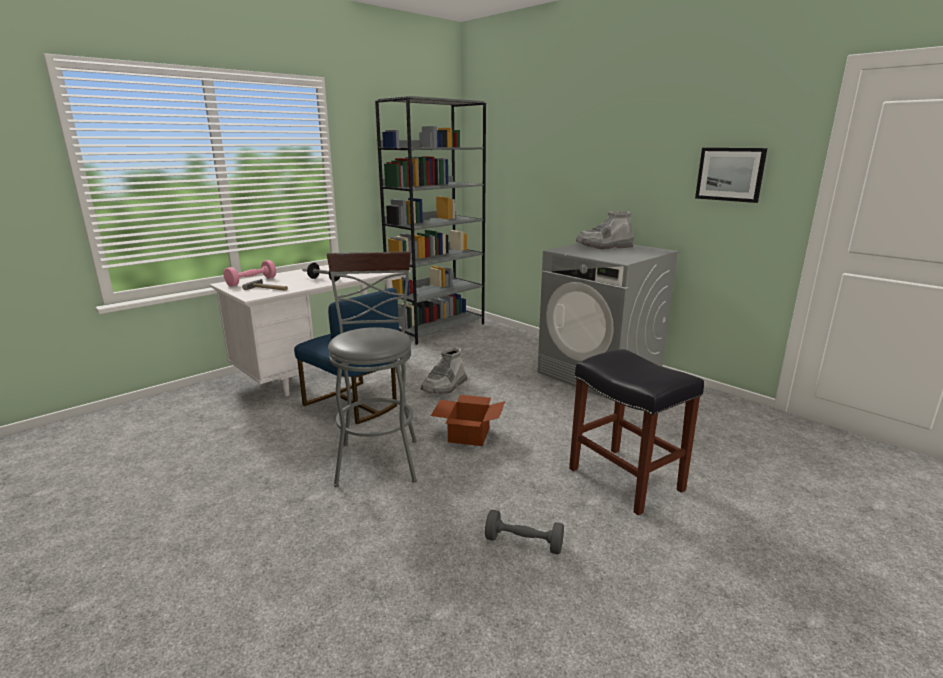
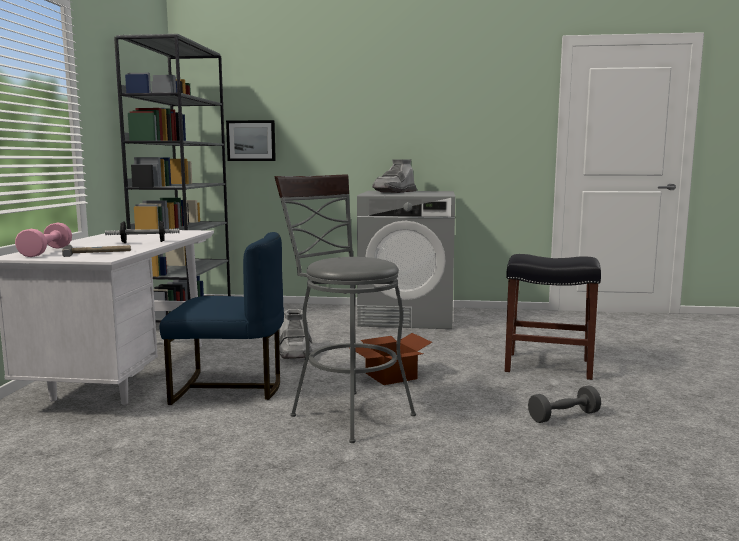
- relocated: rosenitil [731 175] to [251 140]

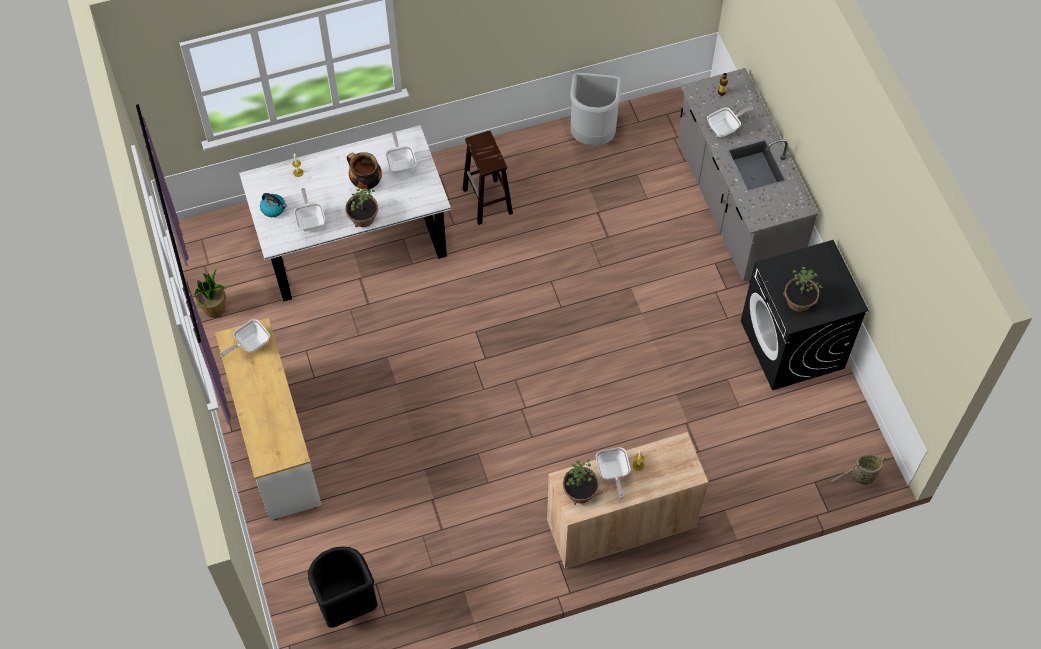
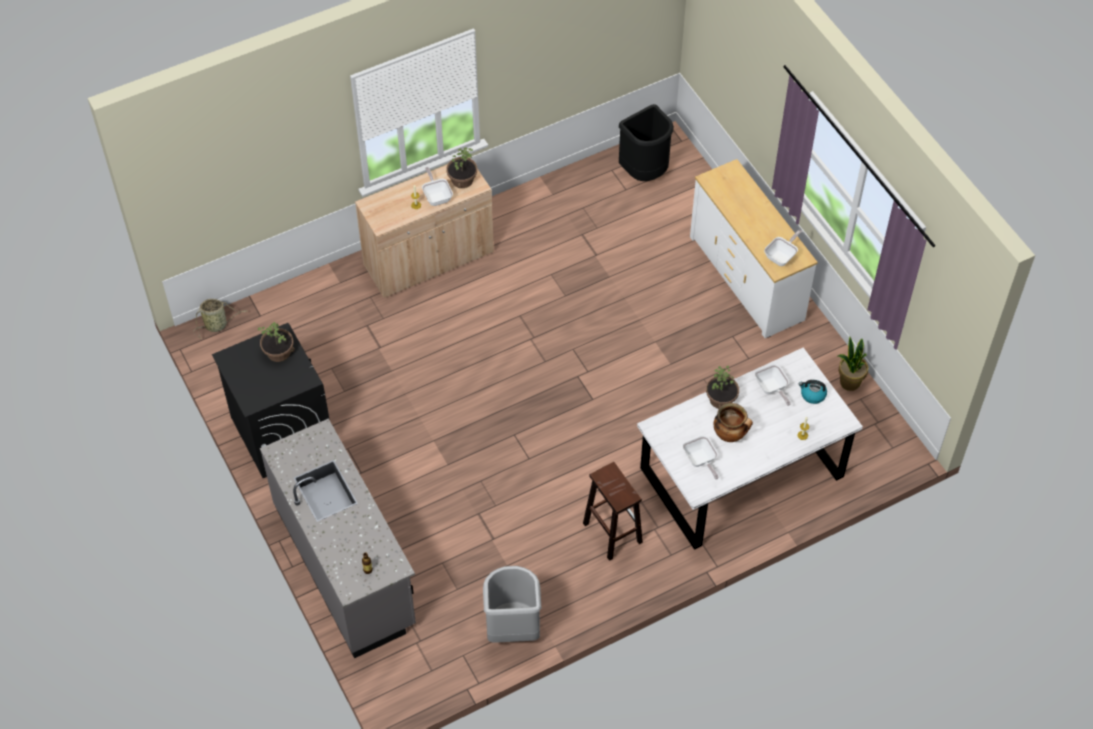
- missing: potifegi [730 121]

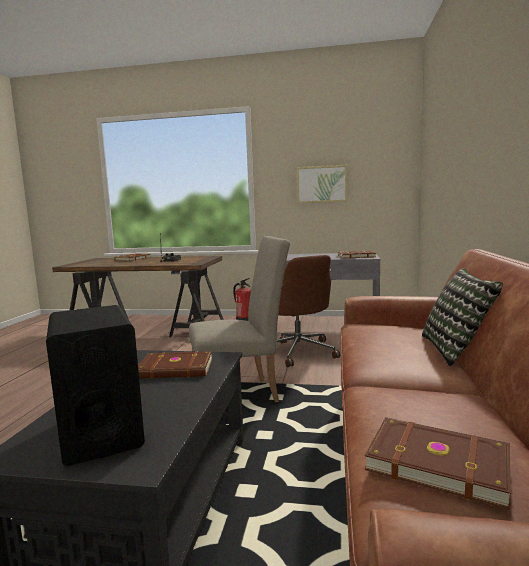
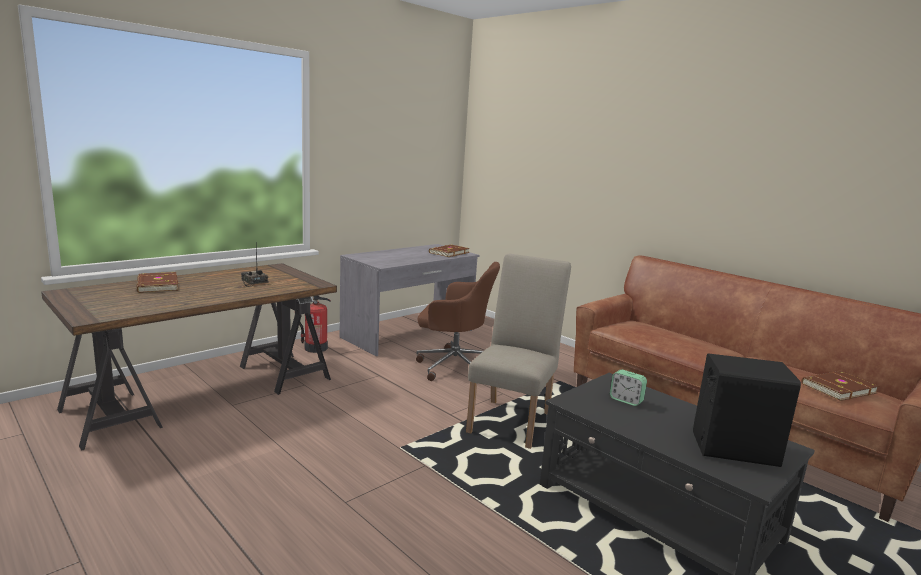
- missing: rosenitil [321 184]
- missing: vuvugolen [462 317]
- exchanged: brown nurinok [175 365] to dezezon [628 387]

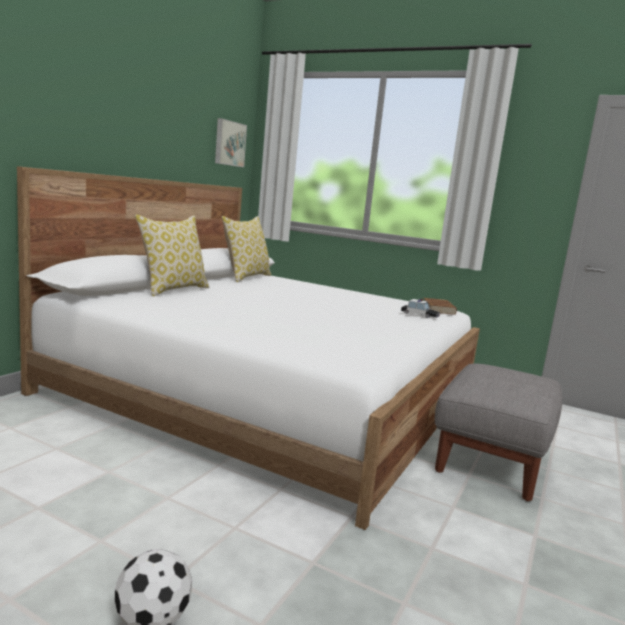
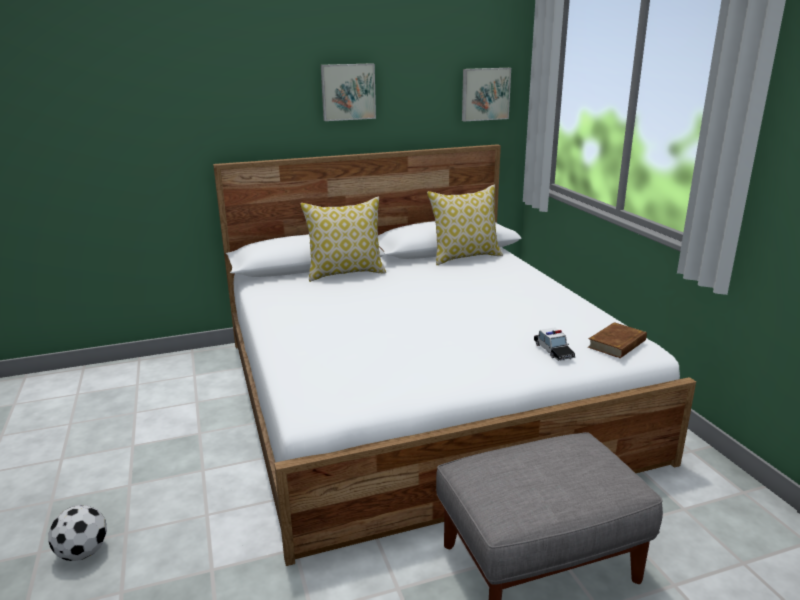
- appeared: rosenitil [348 92]

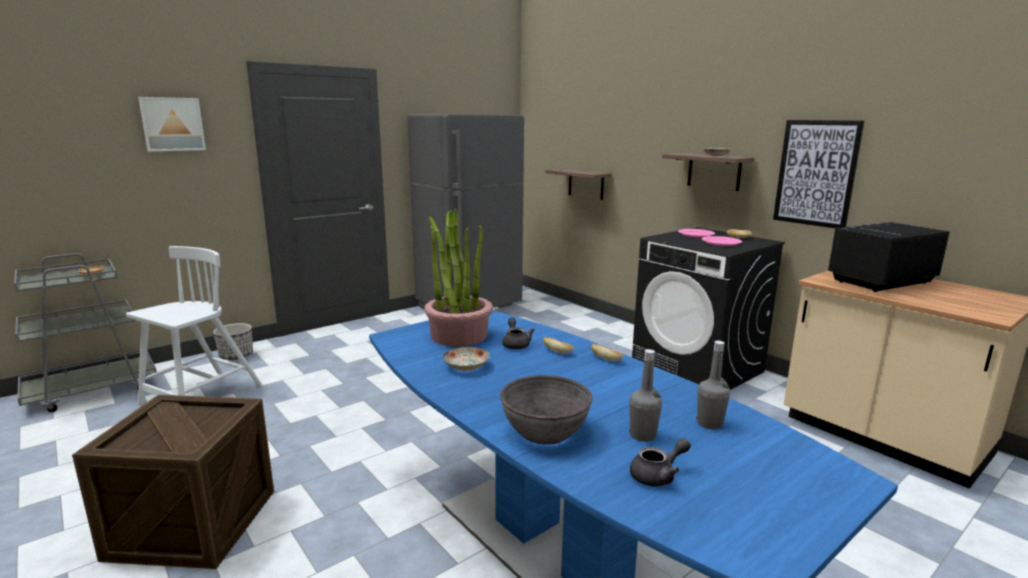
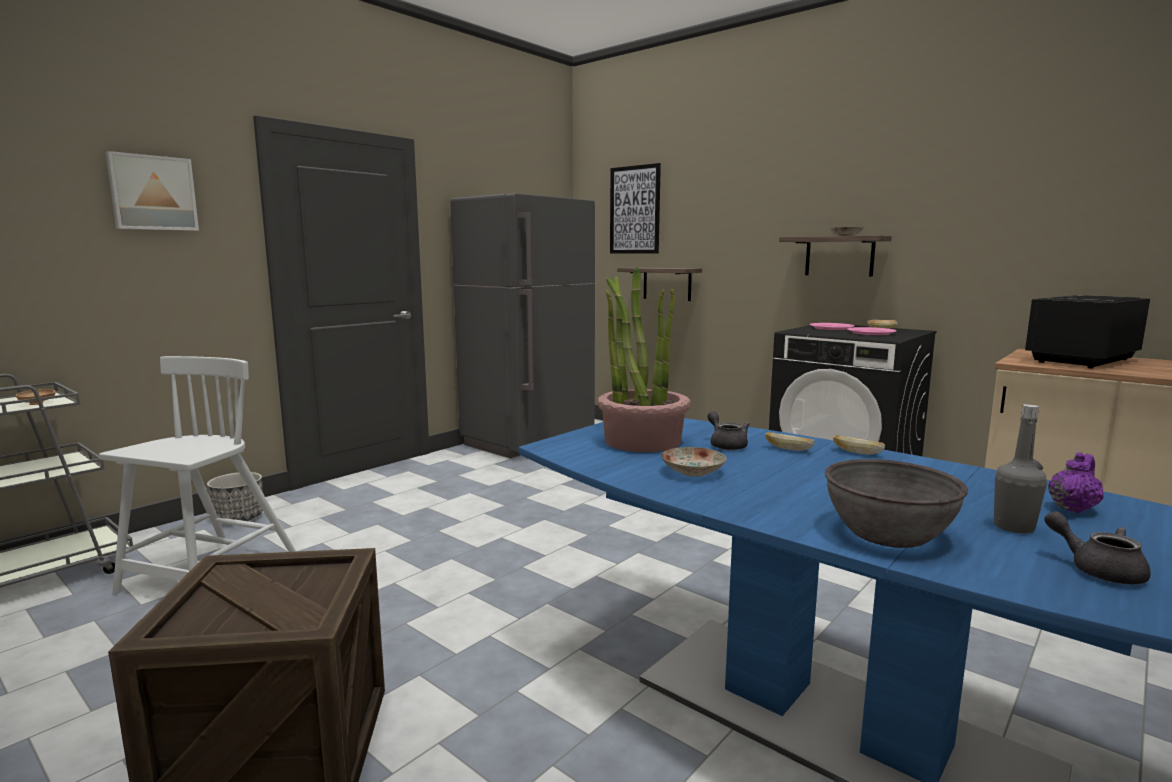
- relocated: rosenitil [818 174] to [635 208]
- exchanged: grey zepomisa [713 385] to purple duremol [1076 482]
- spun: grey duremol [660 462] = [1097 548] 90 degrees counterclockwise

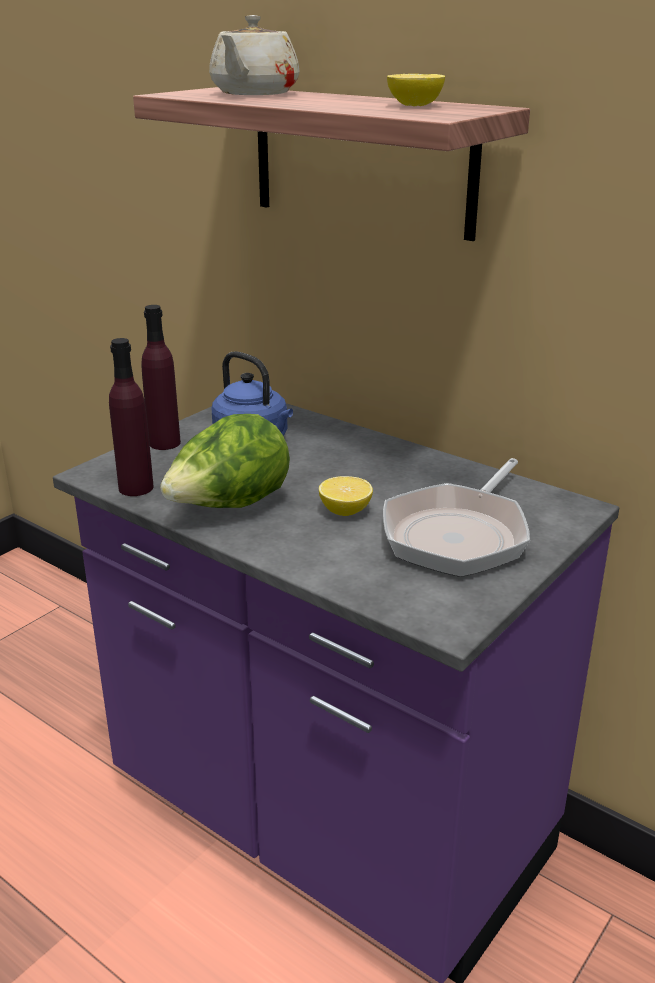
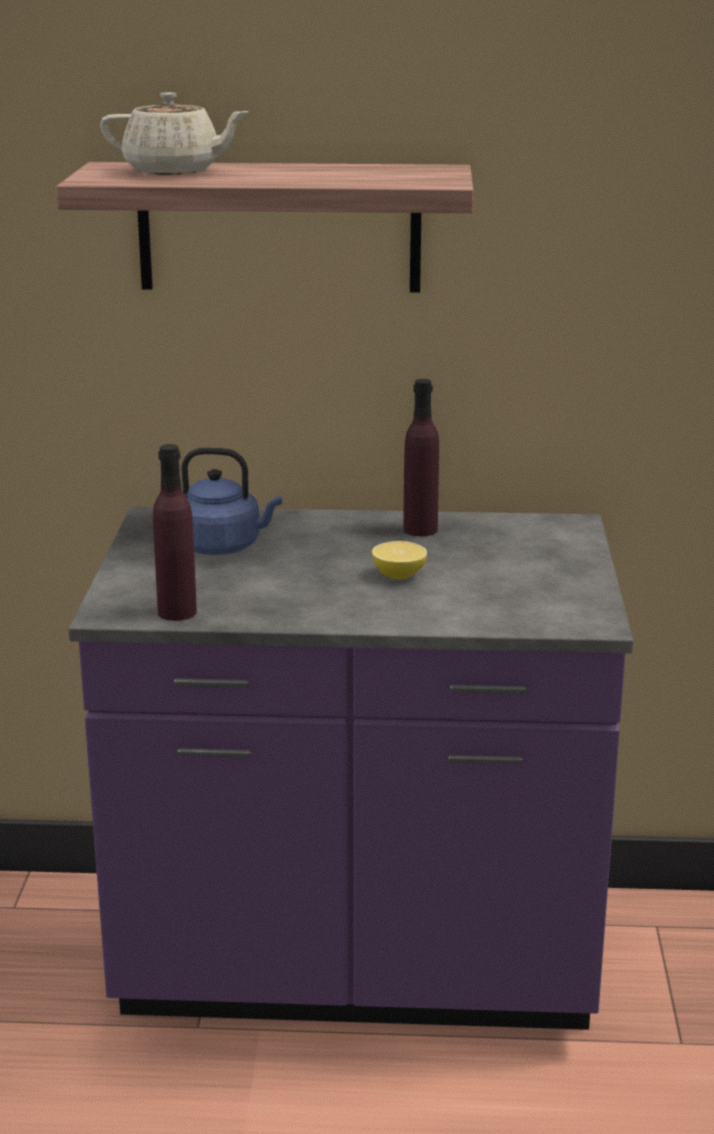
- missing: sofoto [225 461]
- missing: potifegi [456 517]
- missing: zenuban [416 90]
- relocated: purple zepomisa [161 377] to [421 457]
- spun: beige duremol [254 55] = [175 133] 60 degrees counterclockwise

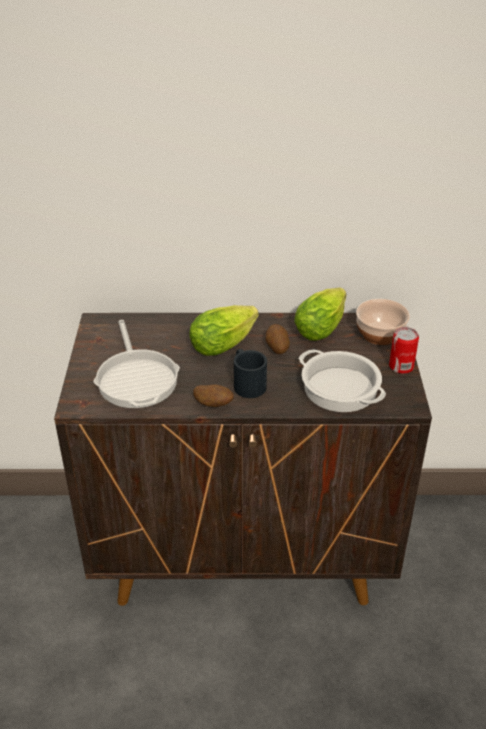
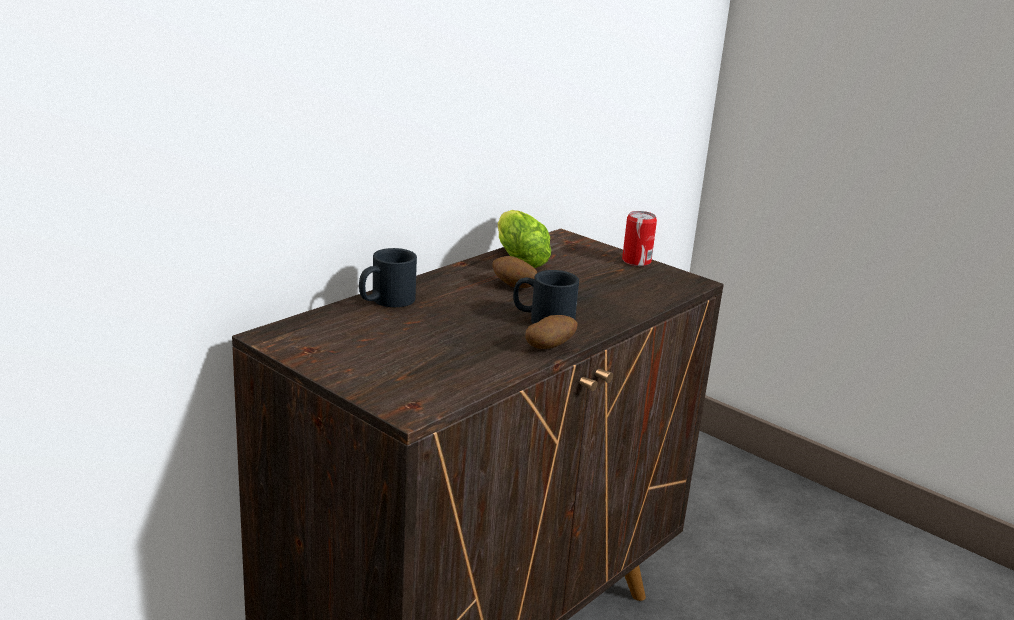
- missing: potifegi [137 364]
- missing: sofoto [224 330]
- missing: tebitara [342 380]
- missing: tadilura [383 322]
- appeared: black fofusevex [388 277]

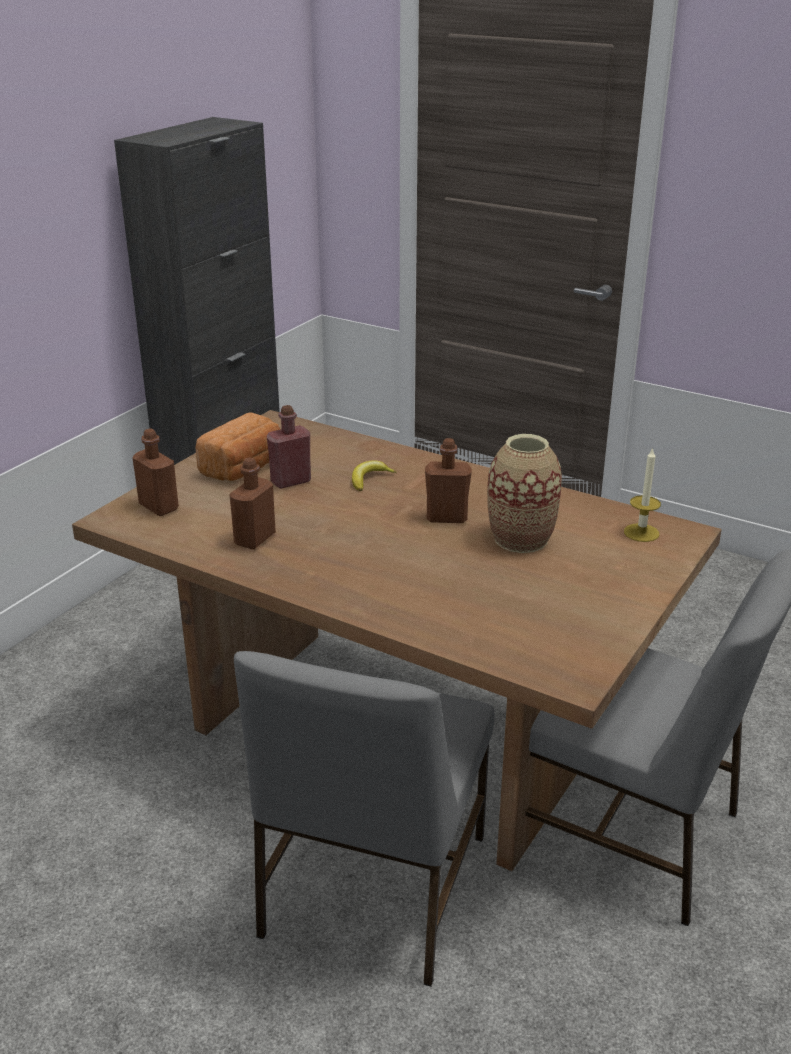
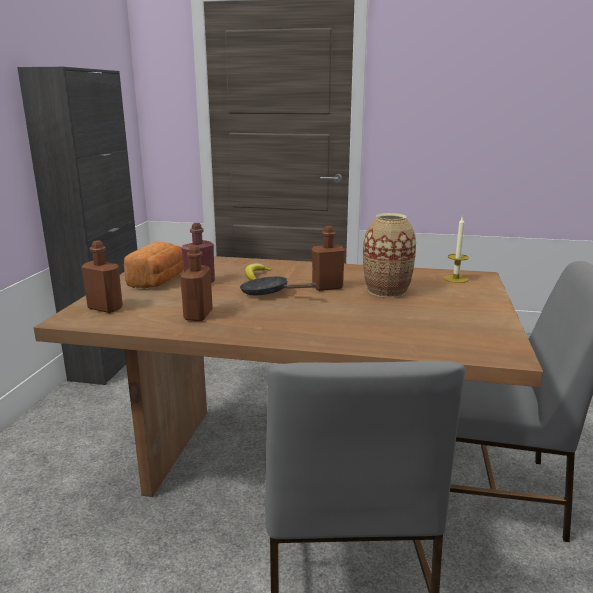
- appeared: black potifegi [278 285]

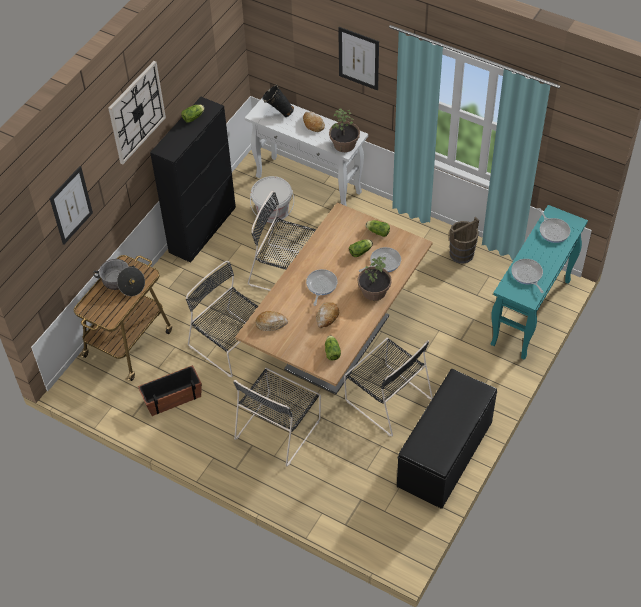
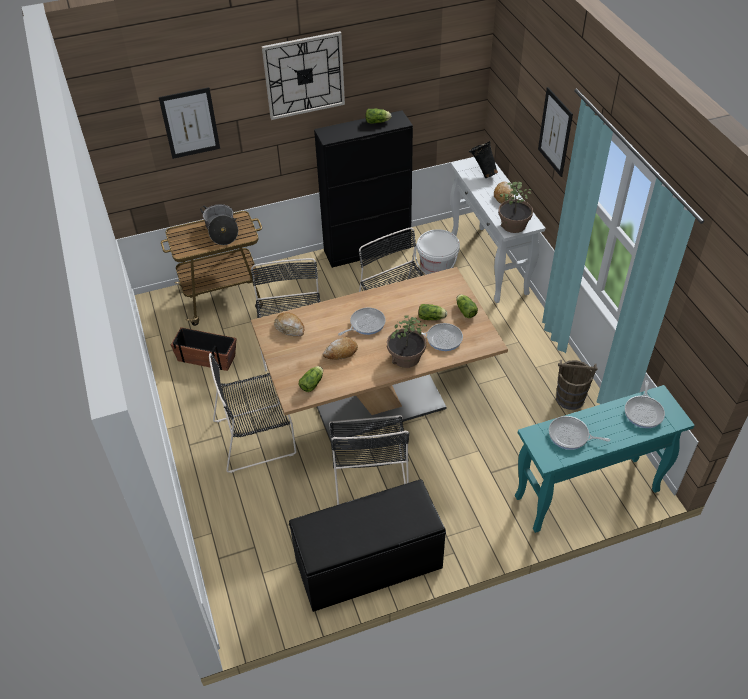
- spun: potifegi [527 276] = [579 433] 90 degrees counterclockwise

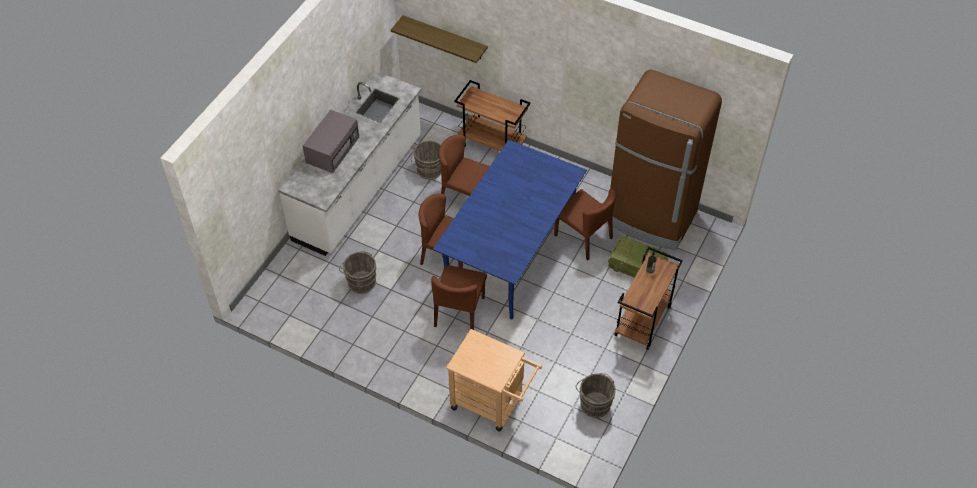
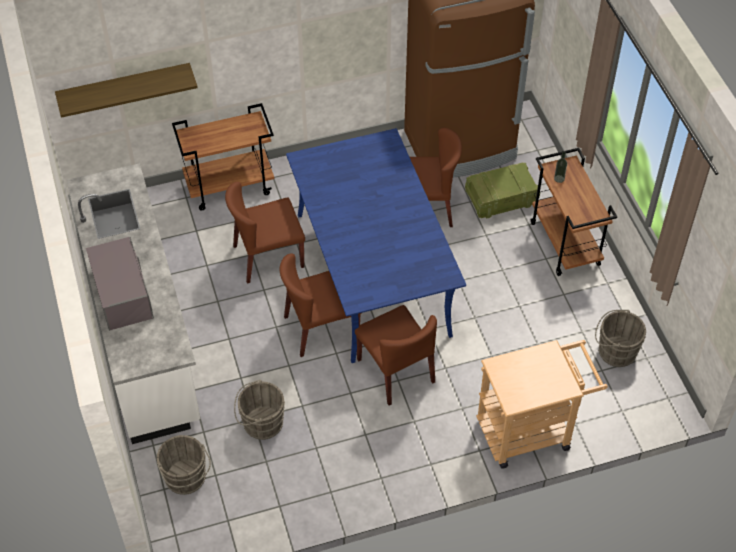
- relocated: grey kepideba [426 160] to [184 465]

